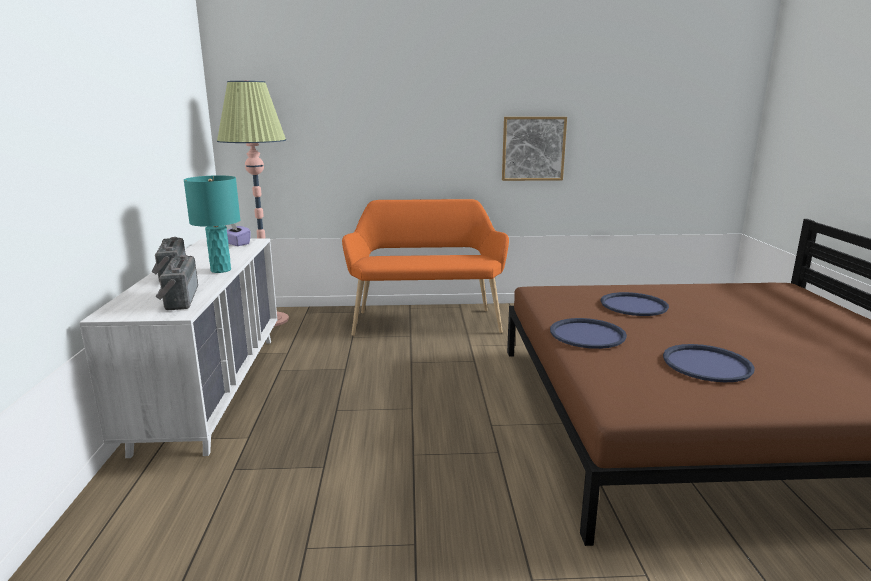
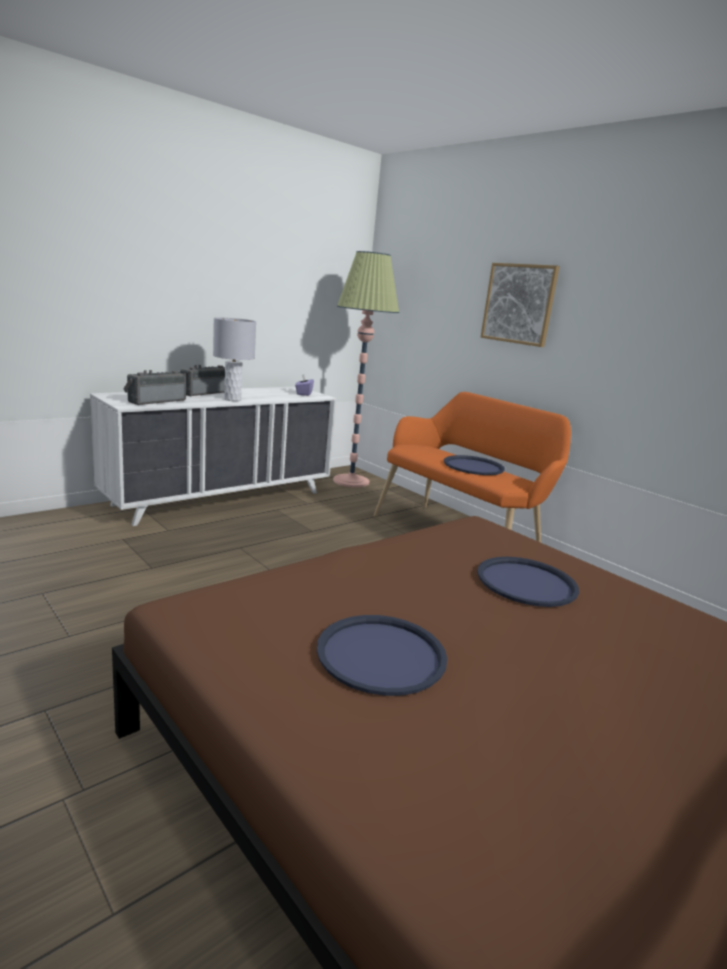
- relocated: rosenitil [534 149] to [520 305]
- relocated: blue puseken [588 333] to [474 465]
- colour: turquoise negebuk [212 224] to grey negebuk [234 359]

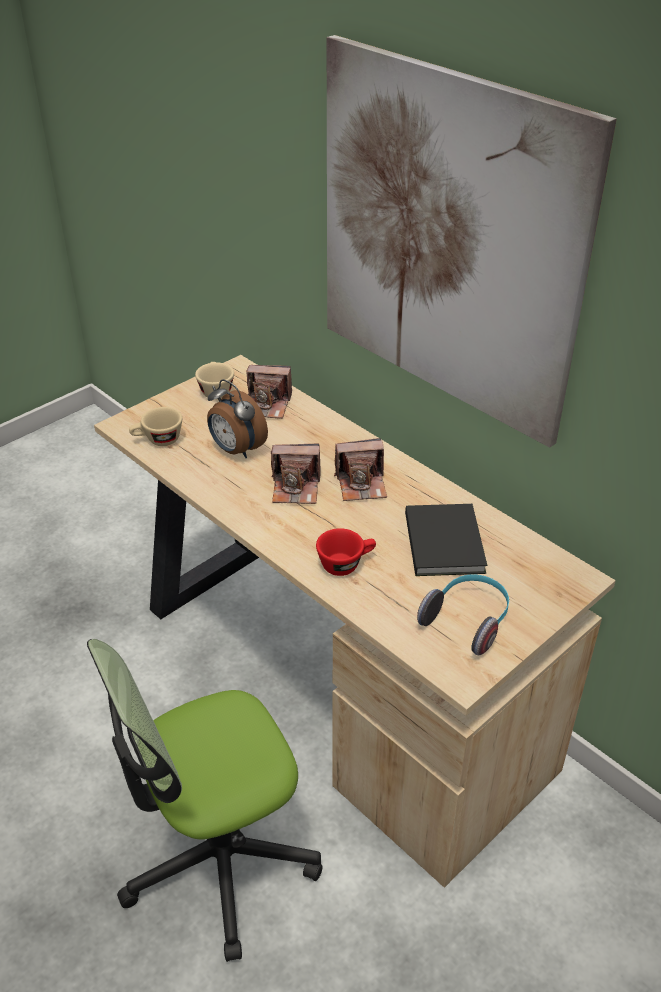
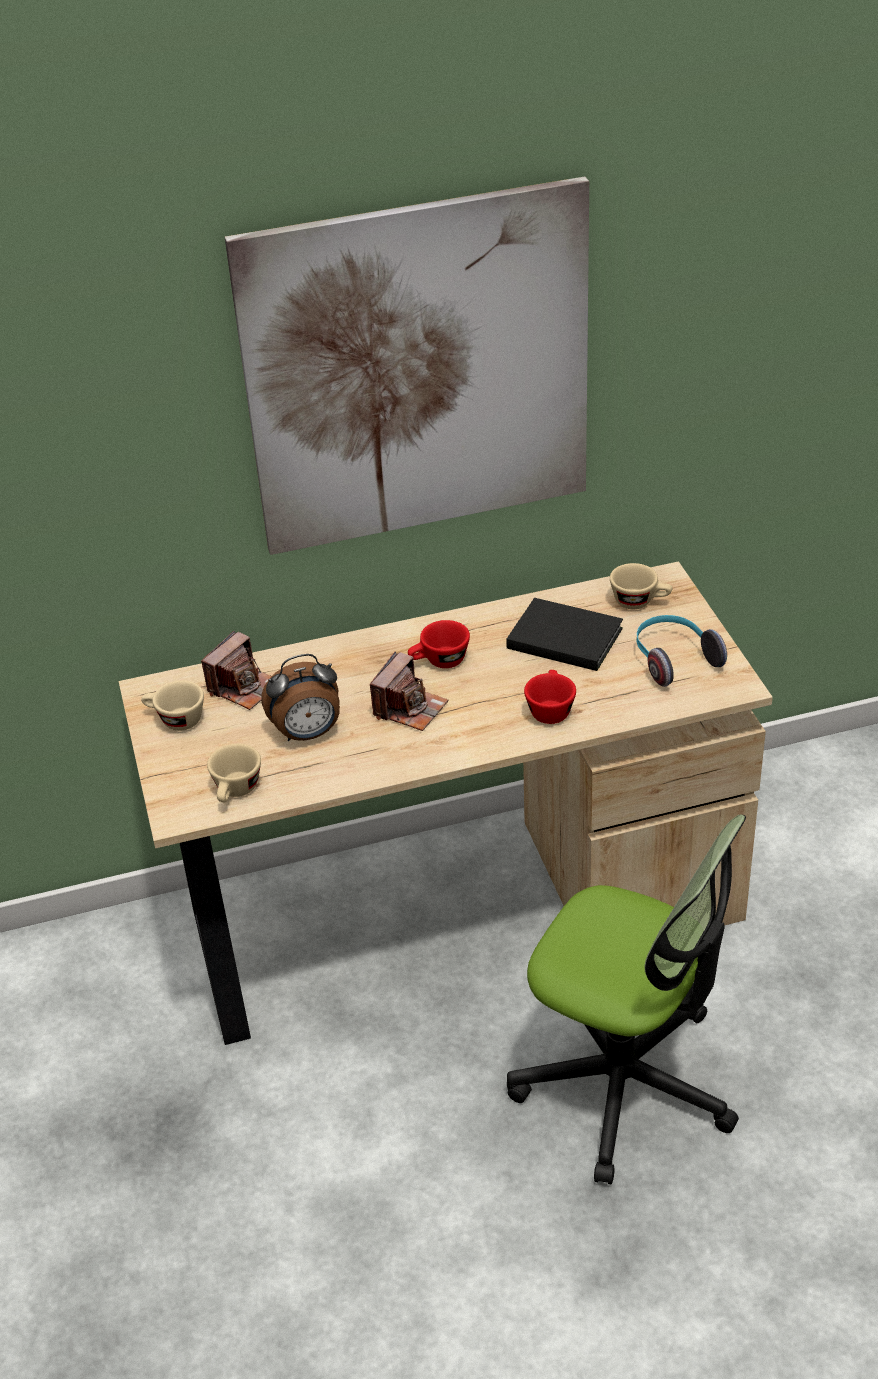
- appeared: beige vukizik [641 586]
- exchanged: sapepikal [360 469] to red vukizik [439 644]
- spun: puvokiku [205 800] = [626 999] 60 degrees counterclockwise

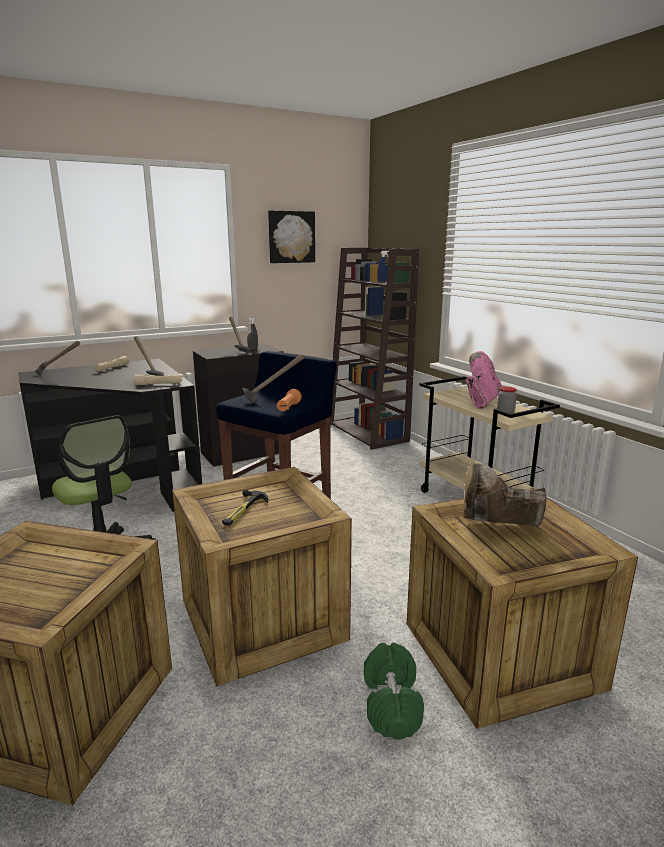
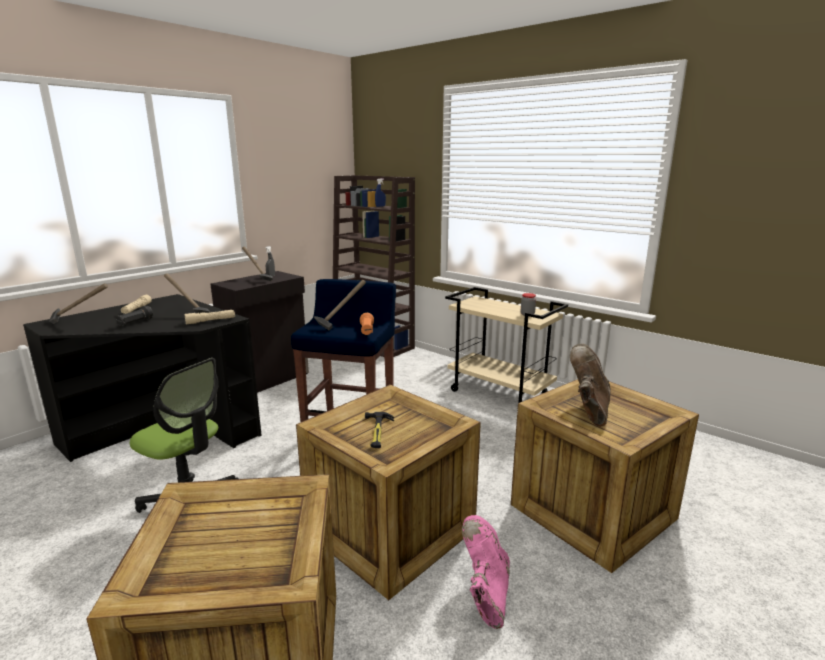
- missing: rosenitil [291 236]
- missing: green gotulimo [394 691]
- appeared: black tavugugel [134 316]
- relocated: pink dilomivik [484 380] to [486 572]
- spun: brown dilomivik [505 495] = [590 385] 120 degrees clockwise

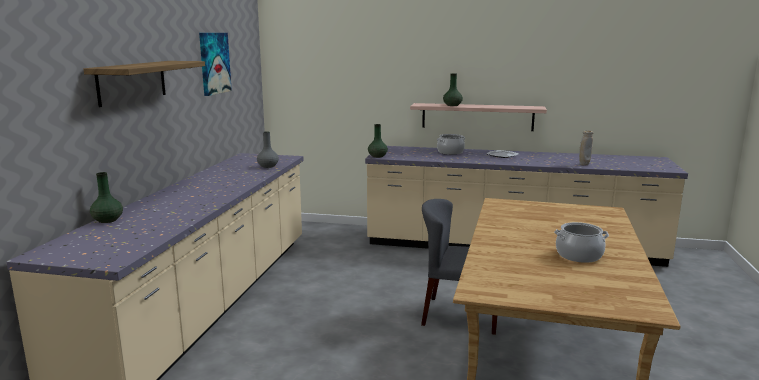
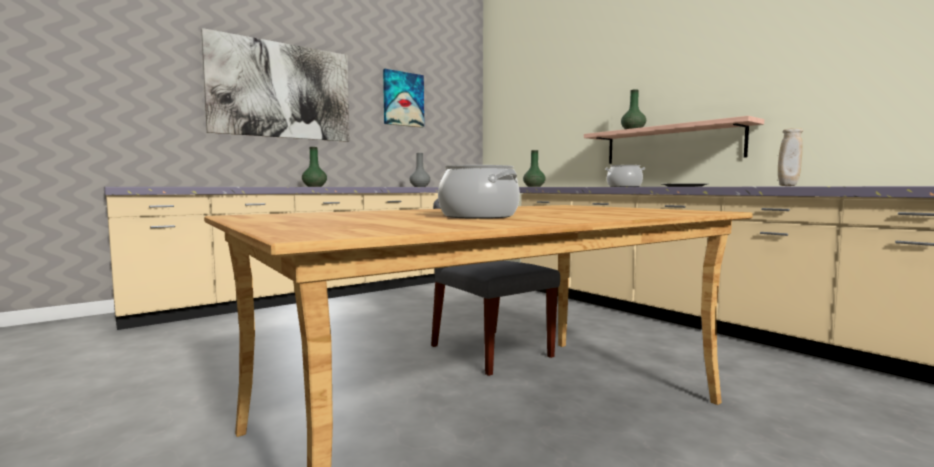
- relocated: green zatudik [106 197] to [314 167]
- exchanged: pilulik [144 84] to rosenitil [275 85]

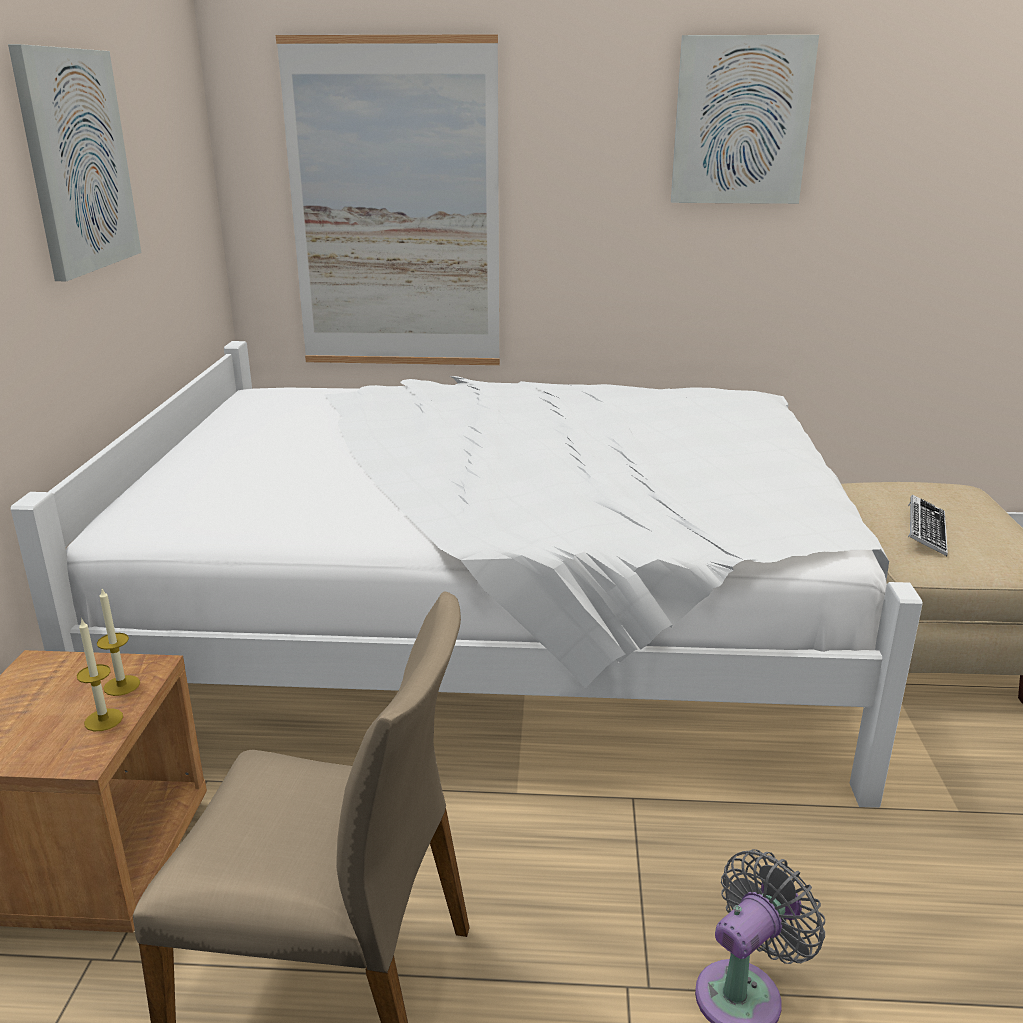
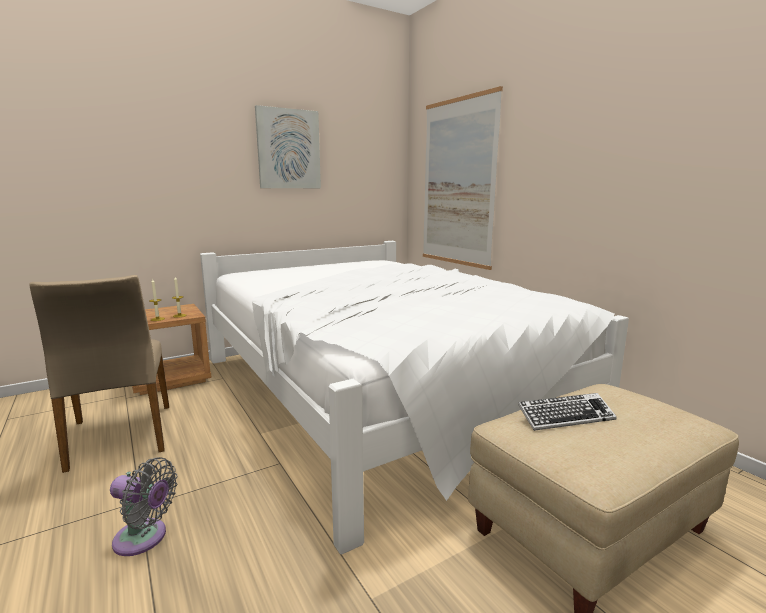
- missing: rosenitil [745 119]

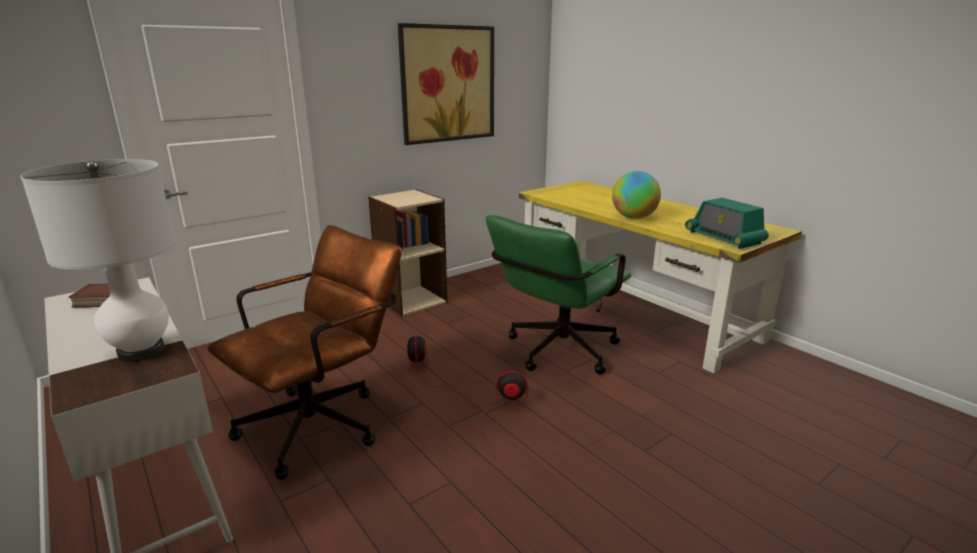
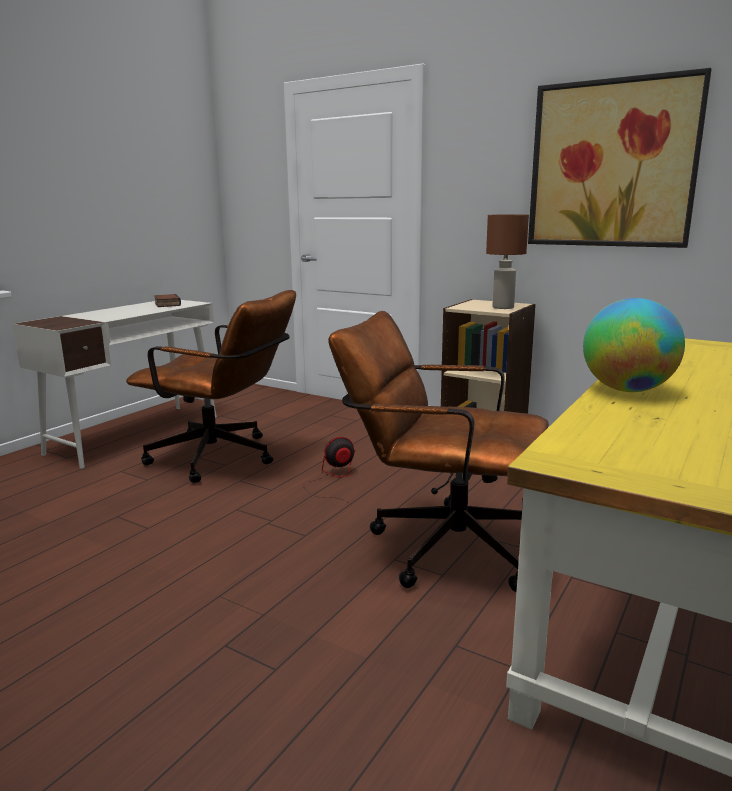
- missing: white negebuk [98 260]
- missing: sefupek [497 409]
- missing: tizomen [727 223]
- appeared: brown negebuk [507 261]
- colour: green puvokiku [558 295] to brown puvokiku [438 451]

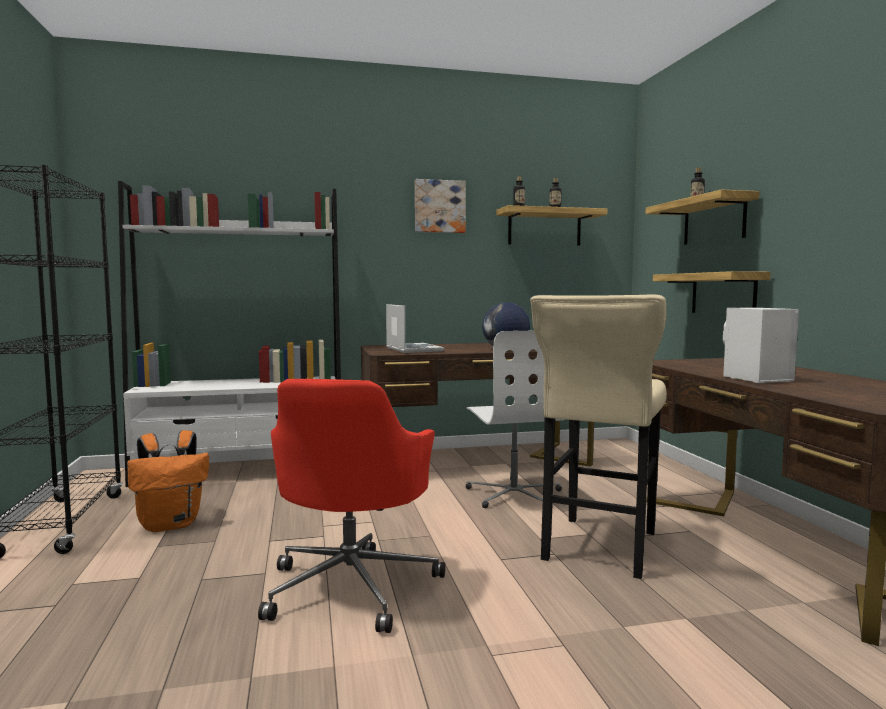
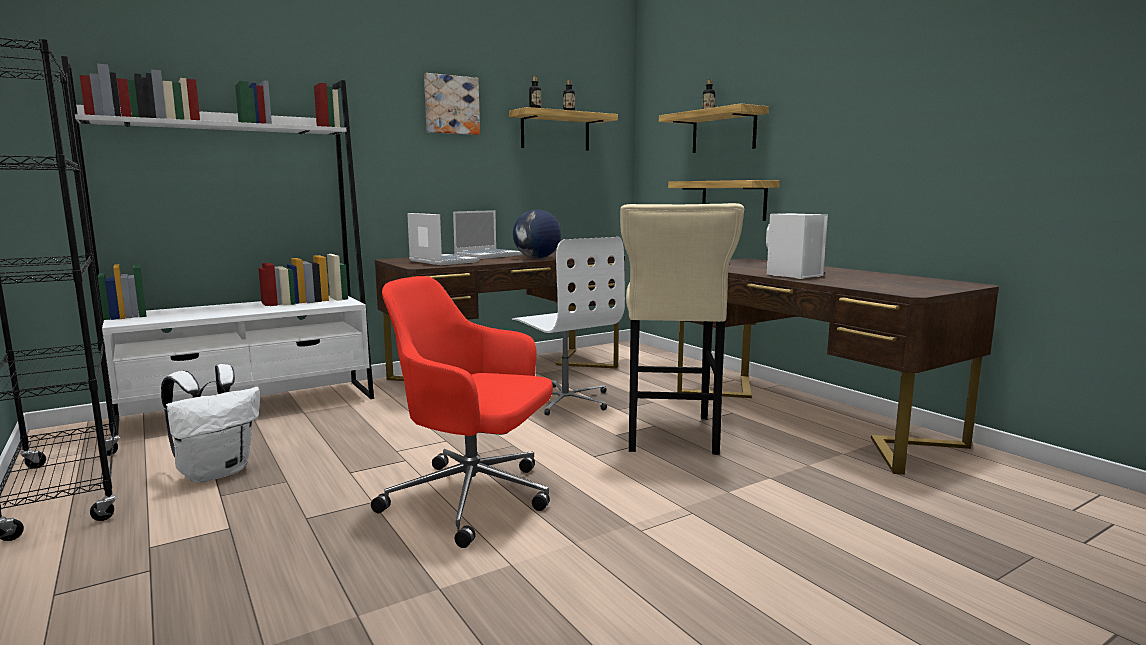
- appeared: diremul [487 234]
- colour: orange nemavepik [168 481] to white nemavepik [210 423]
- spun: red puvokiku [351 506] = [462 412] 120 degrees clockwise

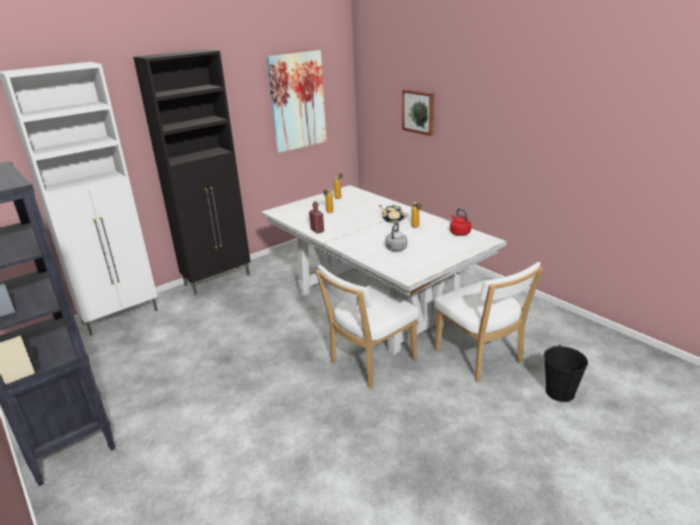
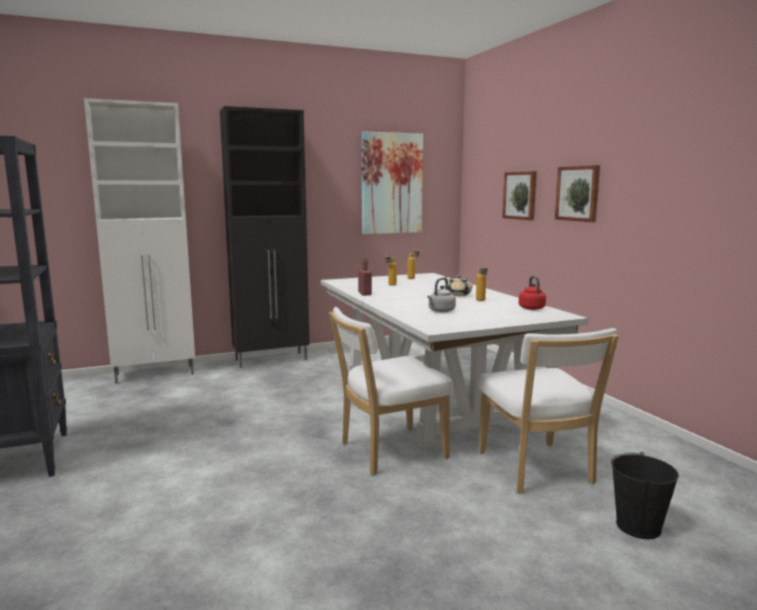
- appeared: rosenitil [577 193]

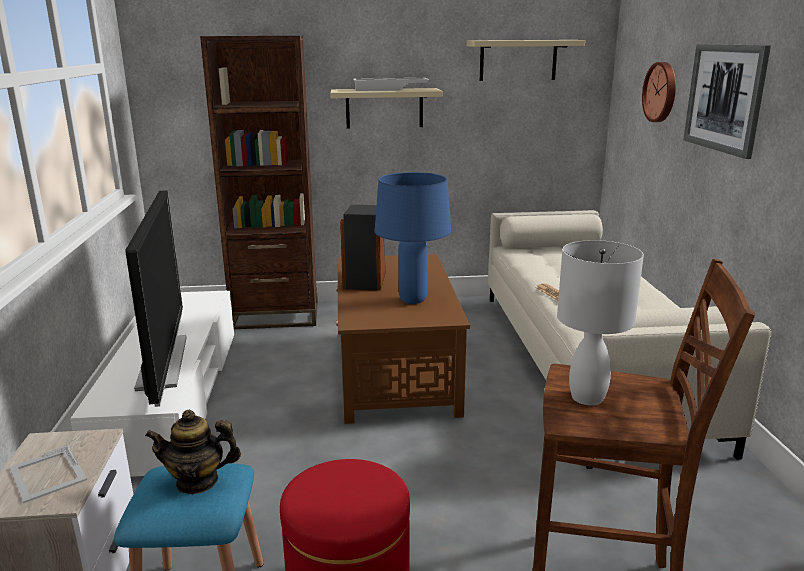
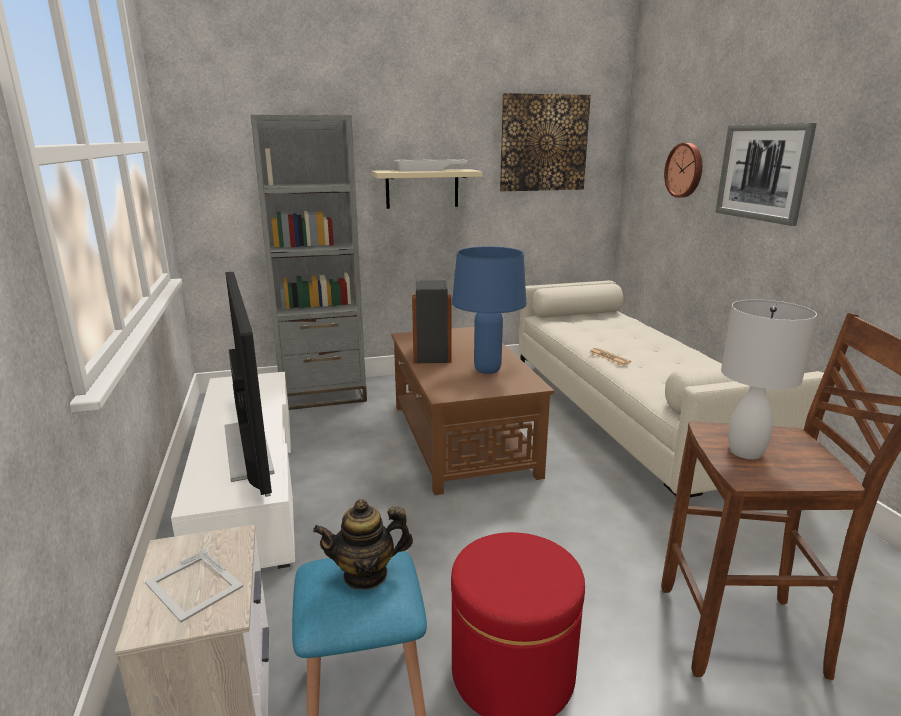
- exchanged: beige pilulik [525 60] to rosenitil [545 142]
- colour: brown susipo [259 182] to grey susipo [308 262]

